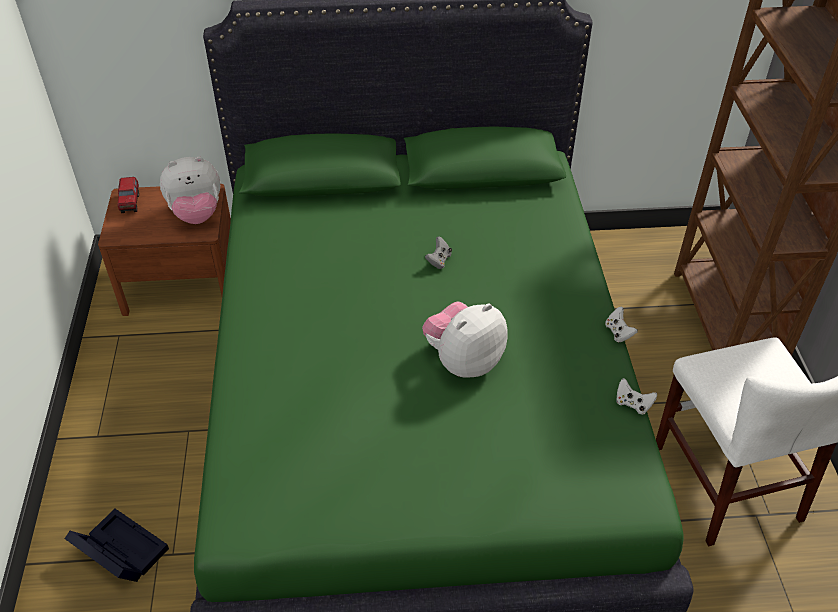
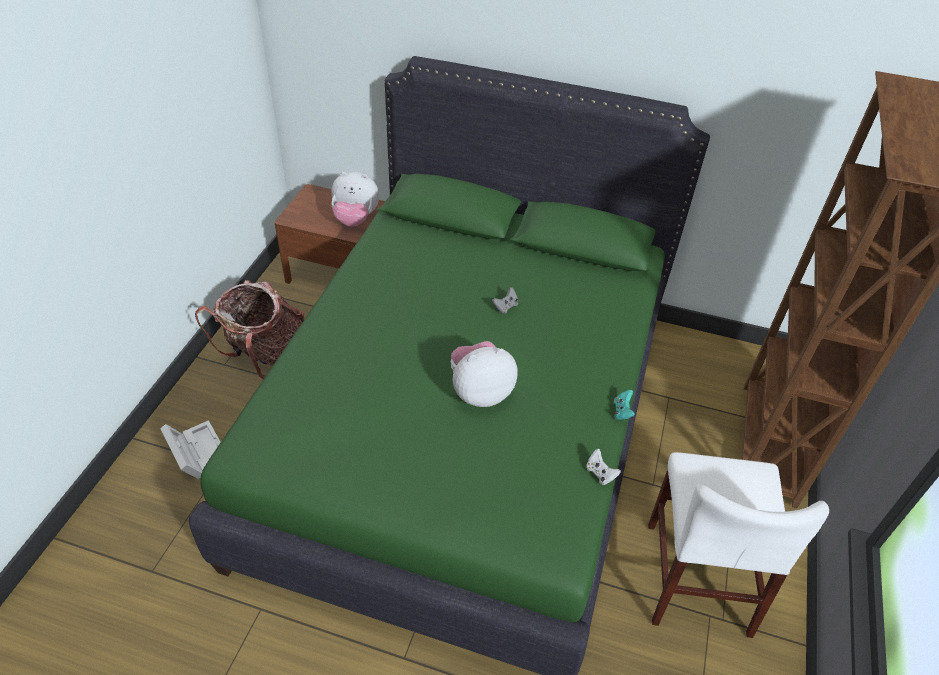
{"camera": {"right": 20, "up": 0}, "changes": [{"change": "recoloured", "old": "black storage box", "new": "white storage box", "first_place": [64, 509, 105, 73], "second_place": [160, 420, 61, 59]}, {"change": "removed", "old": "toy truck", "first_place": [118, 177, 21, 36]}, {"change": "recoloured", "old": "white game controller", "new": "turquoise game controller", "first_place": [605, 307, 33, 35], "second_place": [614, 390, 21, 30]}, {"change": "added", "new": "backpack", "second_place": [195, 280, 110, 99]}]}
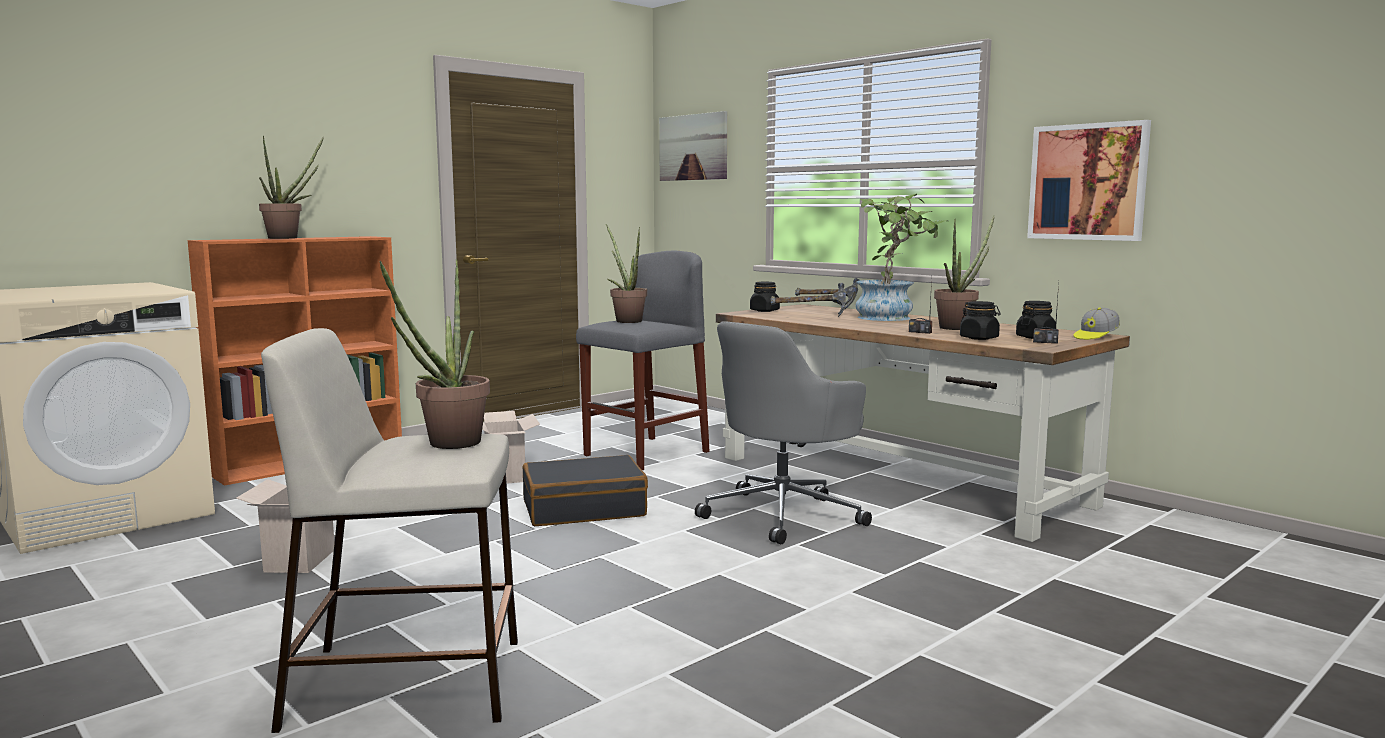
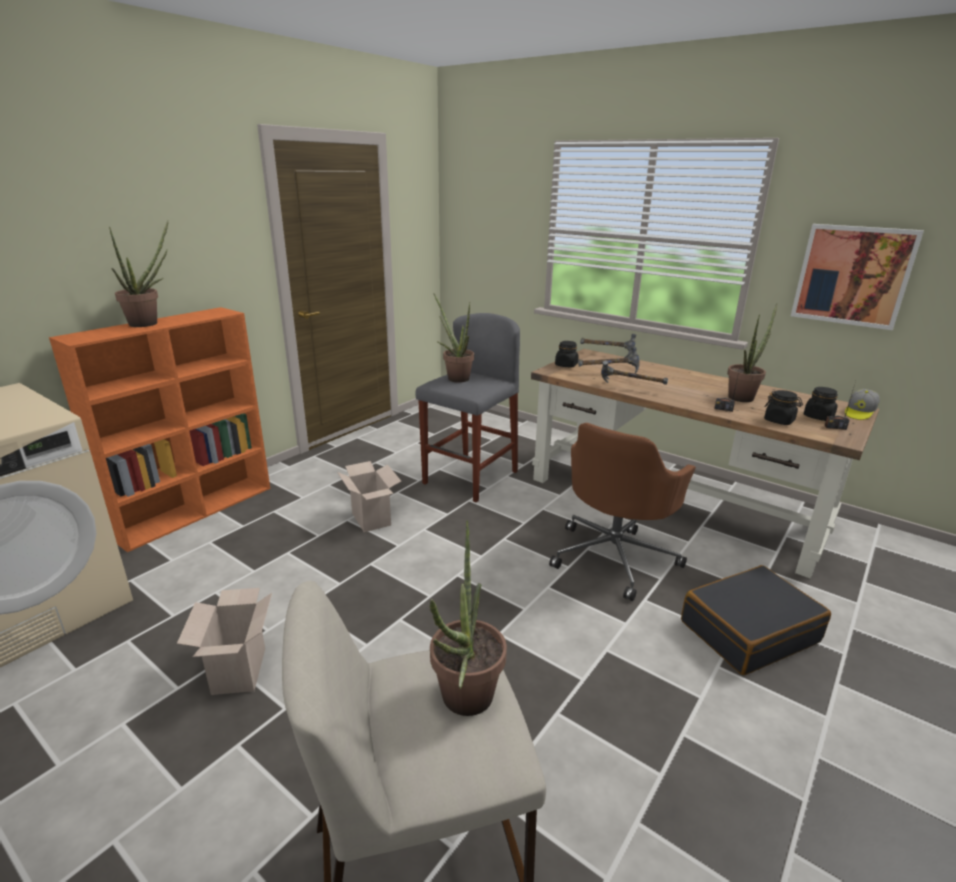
{"camera": {"right": -10, "up": 15}, "changes": [{"change": "moved", "old": "black suitcase", "first_place": [523, 455, 125, 71], "second_place": [681, 565, 150, 110]}, {"change": "removed", "old": "picture", "first_place": [659, 111, 68, 70]}, {"change": "recoloured", "old": "grey office chair", "new": "brown office chair", "first_place": [695, 321, 177, 223], "second_place": [549, 423, 147, 178]}, {"change": "removed", "old": "potted plant", "first_place": [855, 194, 93, 127]}, {"change": "added", "new": "hammer", "second_place": [601, 360, 67, 25]}]}
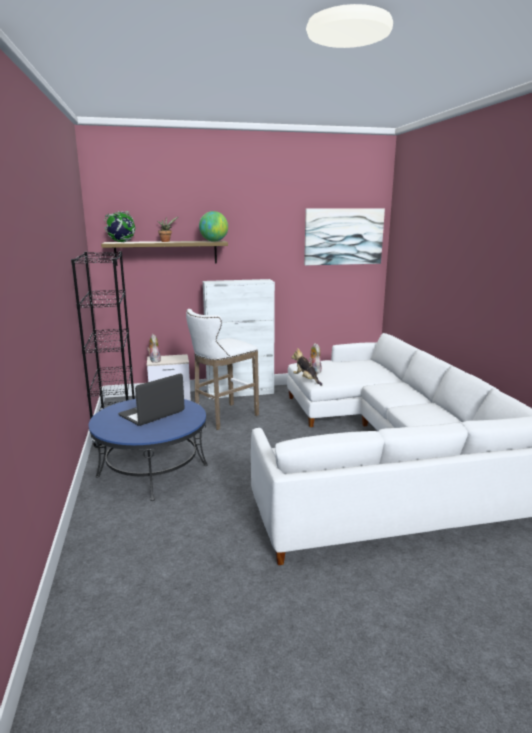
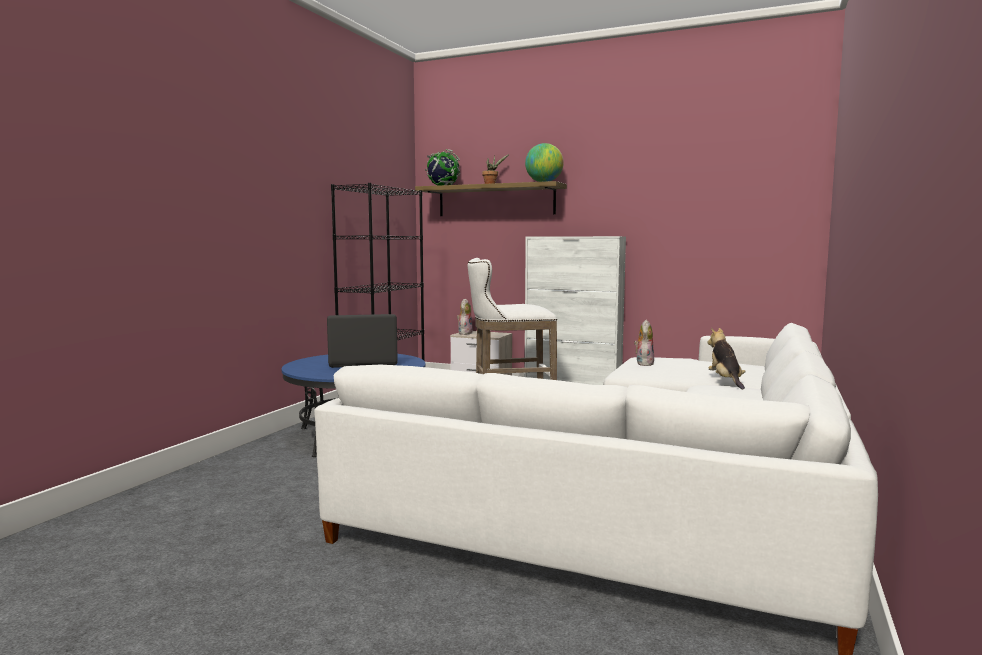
{"camera": {"right": 35, "up": -10}, "changes": [{"change": "moved", "old": "plush toy", "first_place": [291, 348, 31, 38], "second_place": [708, 328, 38, 61]}, {"change": "removed", "old": "picture", "first_place": [304, 208, 81, 57]}]}
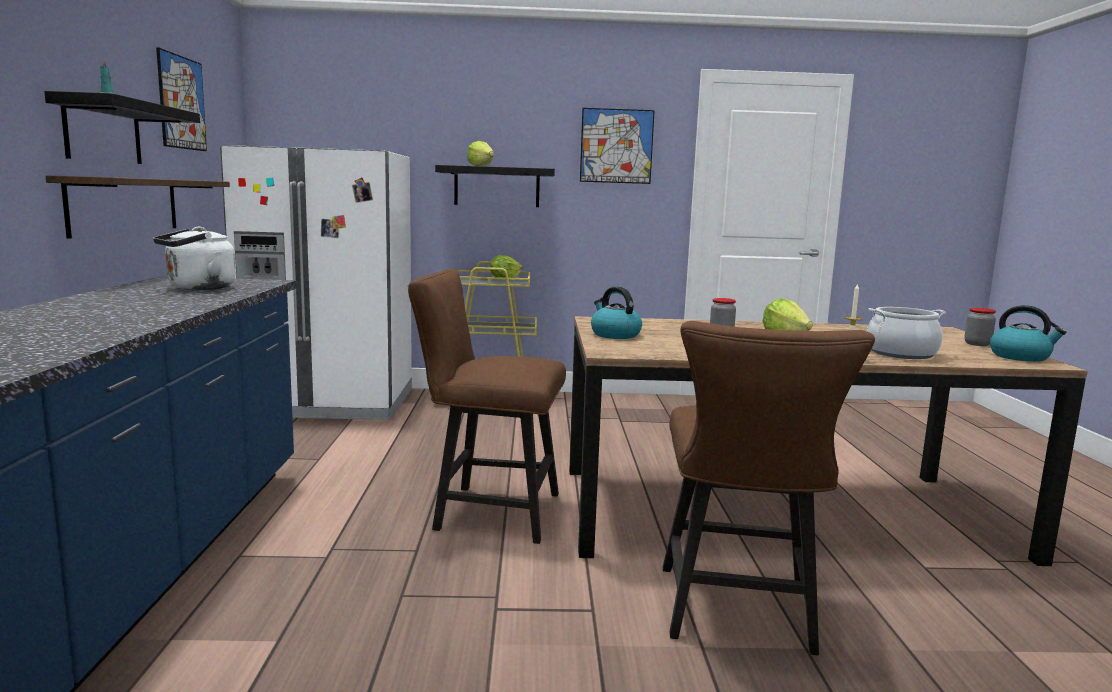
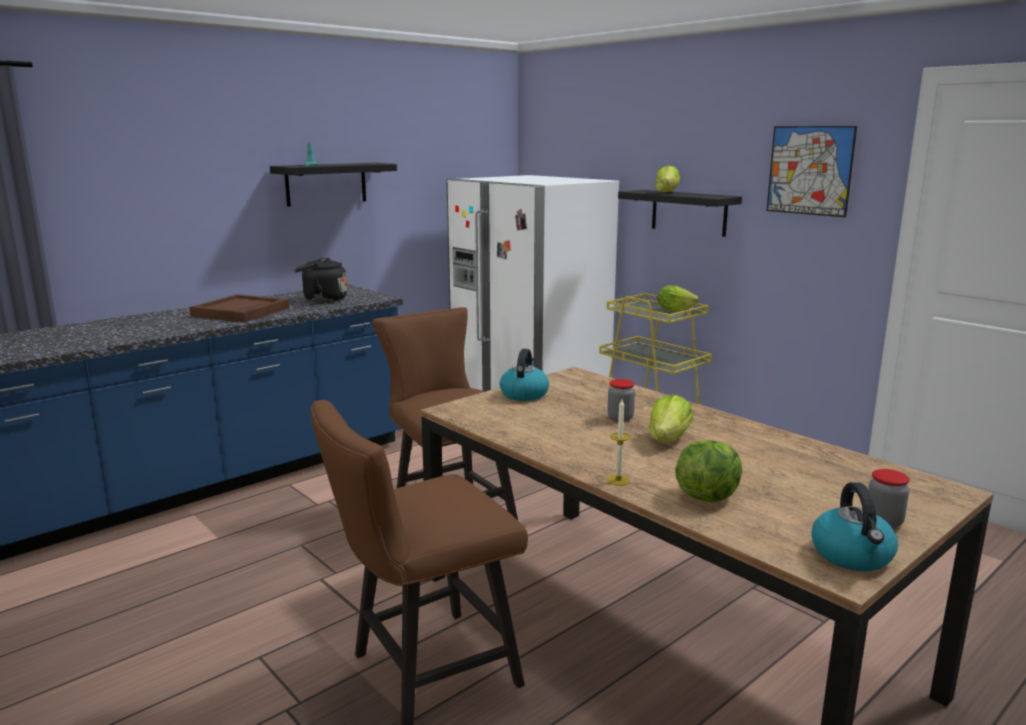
{"camera": {"right": 50, "up": 5}, "changes": [{"change": "removed", "old": "shelf", "first_place": [45, 175, 185, 64]}, {"change": "recoloured", "old": "white kettle", "new": "black kettle", "first_place": [153, 227, 83, 63], "second_place": [294, 257, 53, 45]}, {"change": "removed", "old": "picture", "first_place": [156, 47, 51, 104]}, {"change": "replaced", "old": "cooking pot", "new": "lettuce", "first_place": [867, 307, 79, 52], "second_place": [675, 440, 67, 62]}, {"change": "added", "new": "brown tray", "second_place": [190, 294, 99, 28]}]}
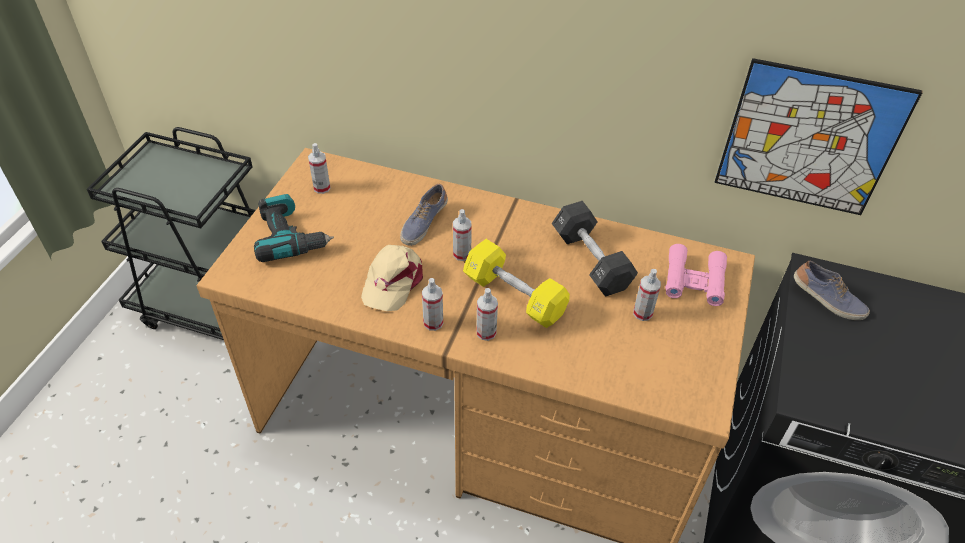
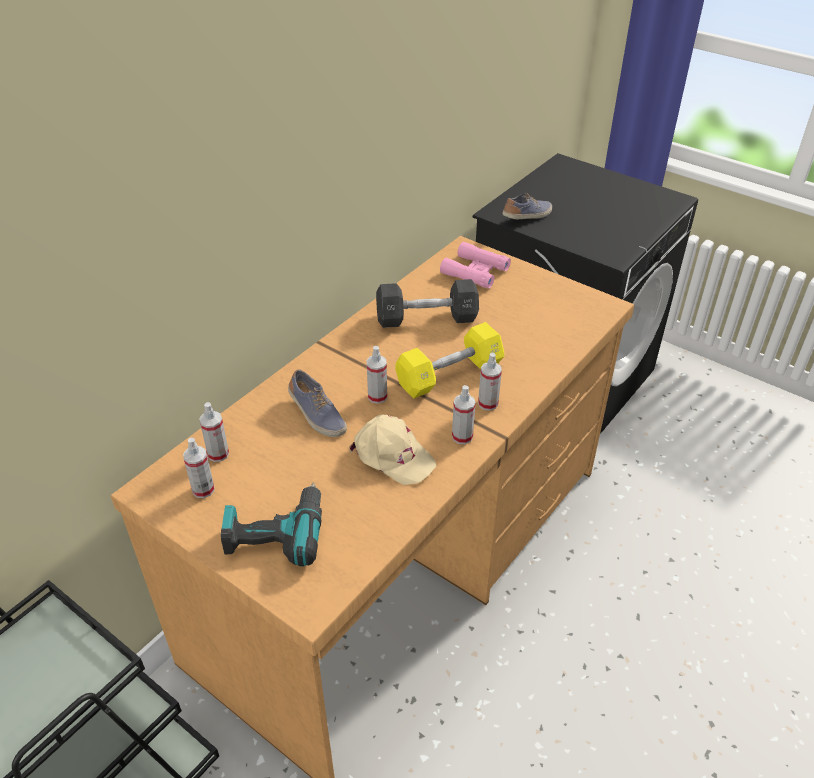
{"camera": {"right": -70, "up": -5}, "changes": [{"change": "moved", "old": "spray bottle", "first_place": [633, 269, 28, 52], "second_place": [199, 402, 30, 60]}, {"change": "removed", "old": "picture", "first_place": [714, 58, 209, 157]}]}
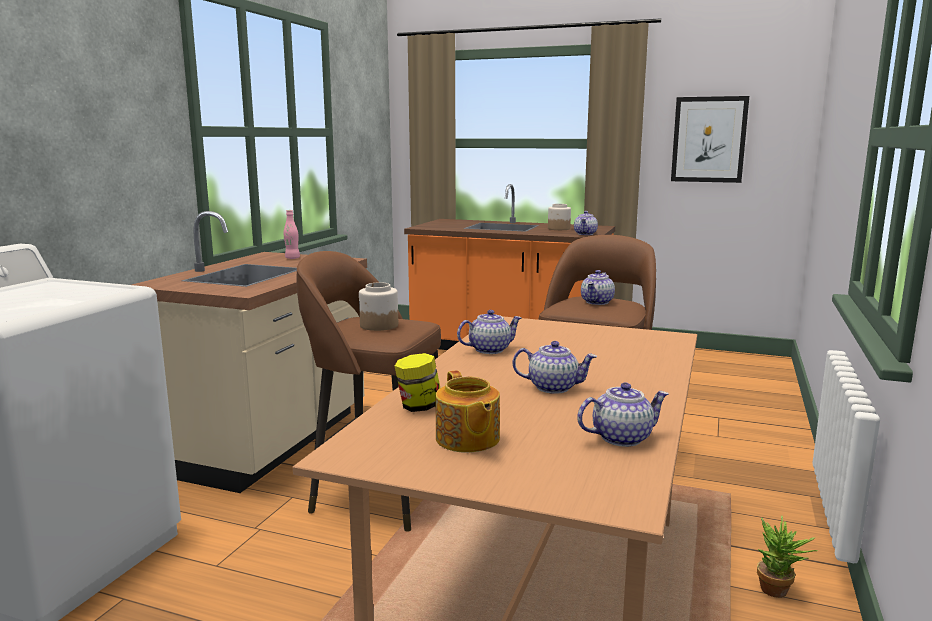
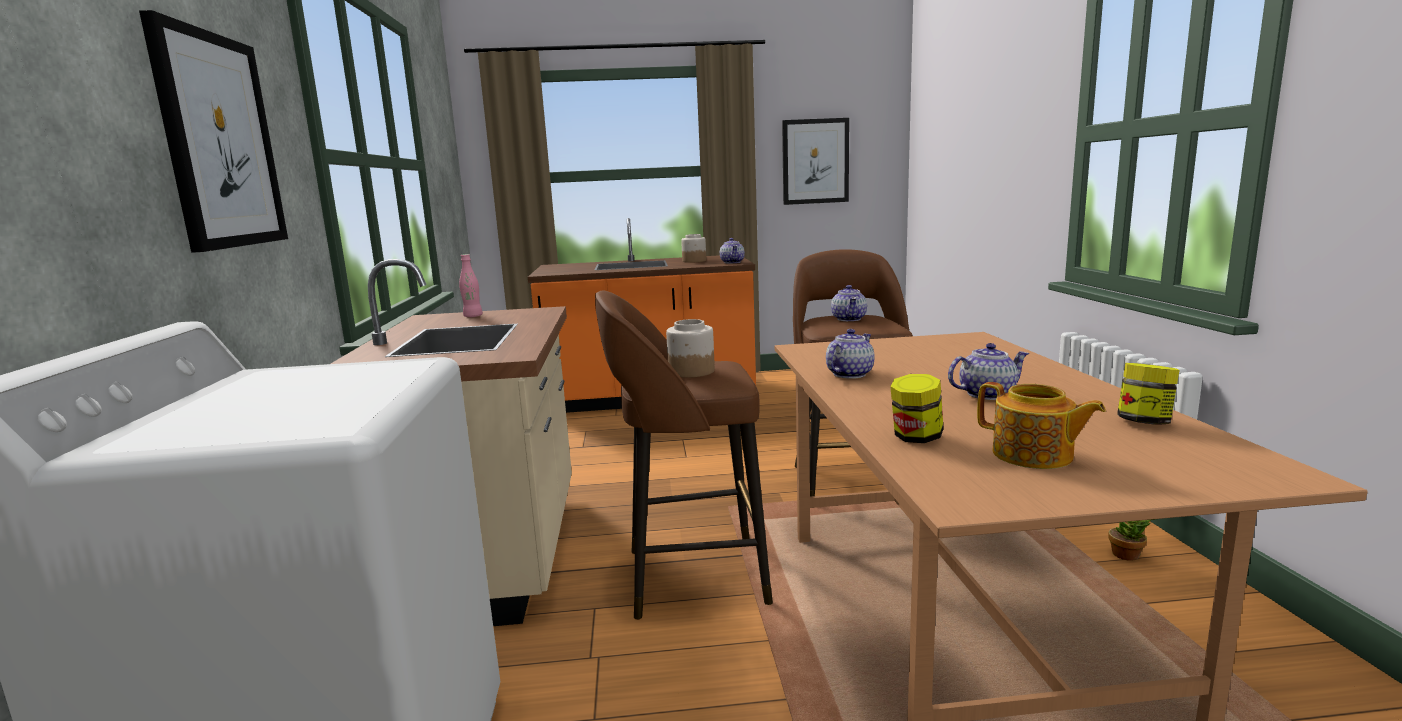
{"camera": {"right": -25, "up": 0}, "changes": [{"change": "replaced", "old": "teapot", "new": "jar", "first_place": [577, 383, 92, 64], "second_place": [1117, 363, 62, 61]}, {"change": "added", "new": "picture", "second_place": [139, 10, 149, 243]}]}
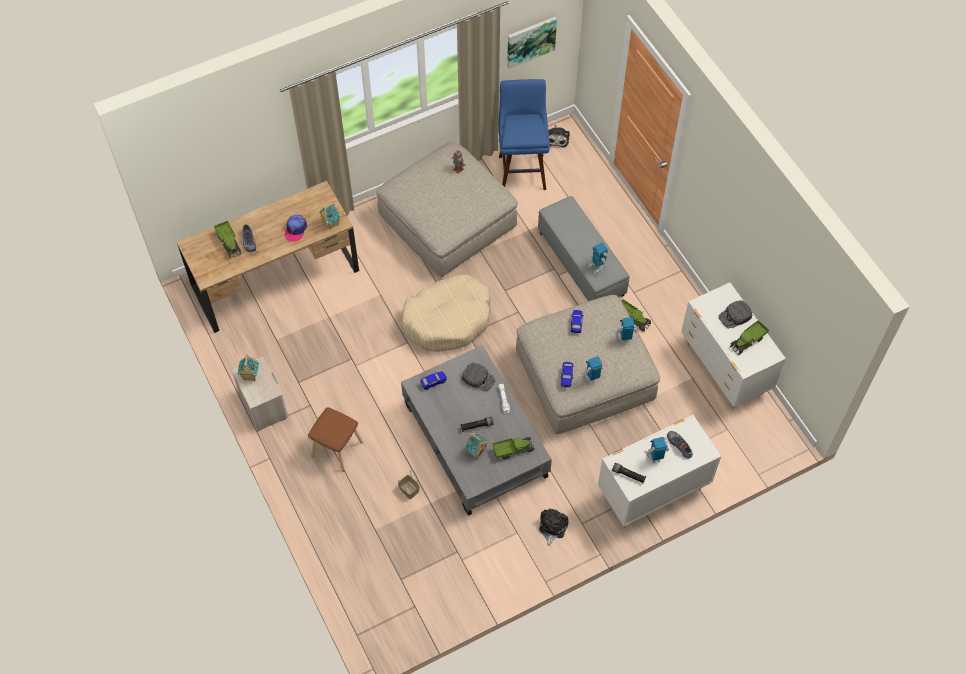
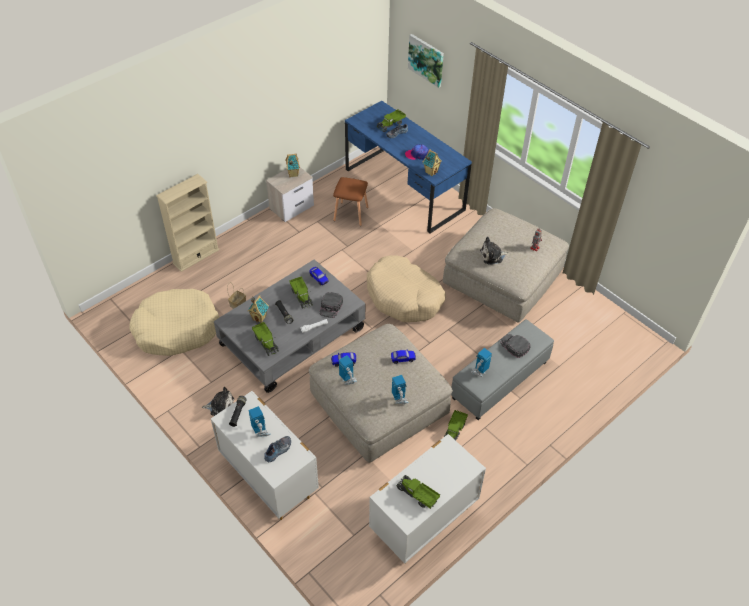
{"camera": {"right": 75, "up": -10}, "changes": [{"change": "recoloured", "old": "brown desk", "new": "blue desk", "first_place": [177, 181, 182, 152], "second_place": [345, 101, 127, 133]}, {"change": "moved", "old": "brown stool", "first_place": [308, 407, 55, 65], "second_place": [333, 177, 35, 49]}, {"change": "removed", "old": "blue stool", "first_place": [499, 79, 51, 111]}, {"change": "moved", "old": "picture", "first_place": [507, 17, 50, 52], "second_place": [408, 34, 36, 54]}, {"change": "moved", "old": "plush toy", "first_place": [548, 125, 22, 23], "second_place": [480, 237, 28, 28]}, {"change": "moved", "old": "black cap", "first_place": [718, 300, 35, 29], "second_place": [500, 334, 31, 24]}, {"change": "added", "new": "beige dog bed", "second_place": [129, 289, 91, 67]}, {"change": "added", "new": "beige bookcase", "second_place": [156, 174, 64, 98]}, {"change": "added", "new": "toy truck", "second_place": [289, 276, 24, 33]}]}
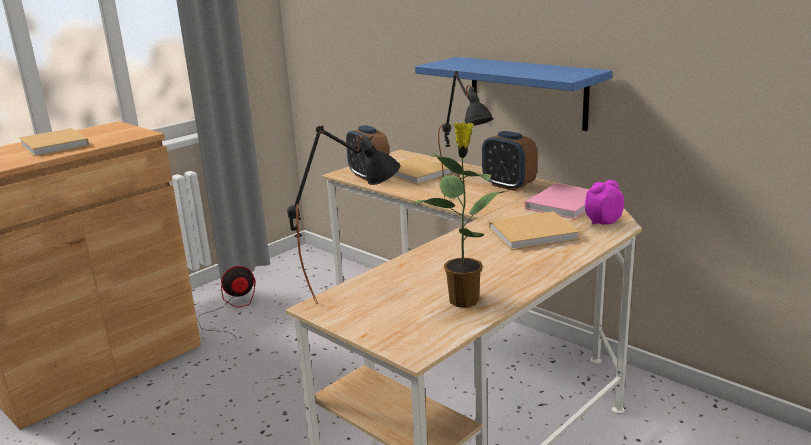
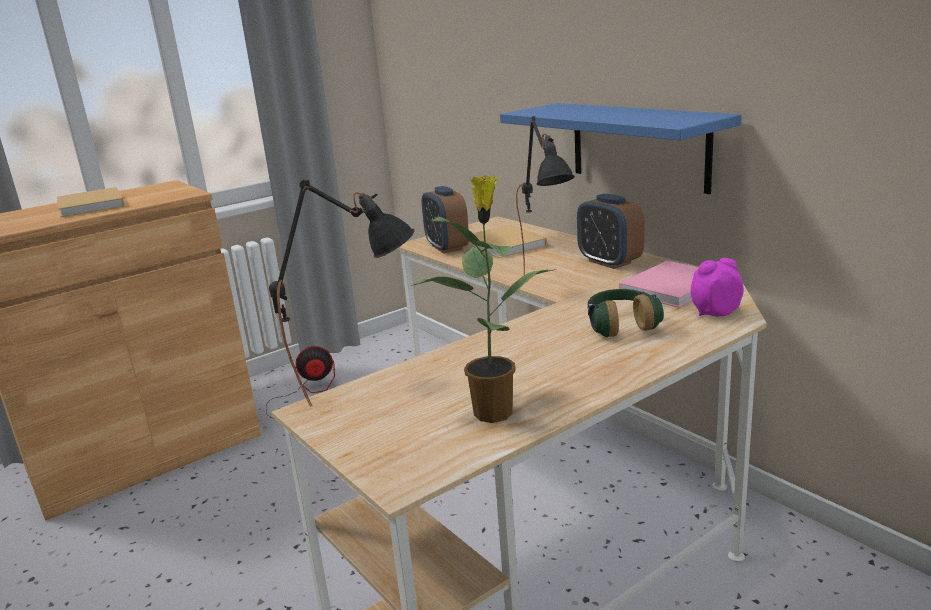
{"camera": {"right": 10, "up": 0}, "changes": [{"change": "replaced", "old": "beige book", "new": "headphones", "first_place": [489, 211, 91, 39], "second_place": [588, 289, 76, 48]}]}
